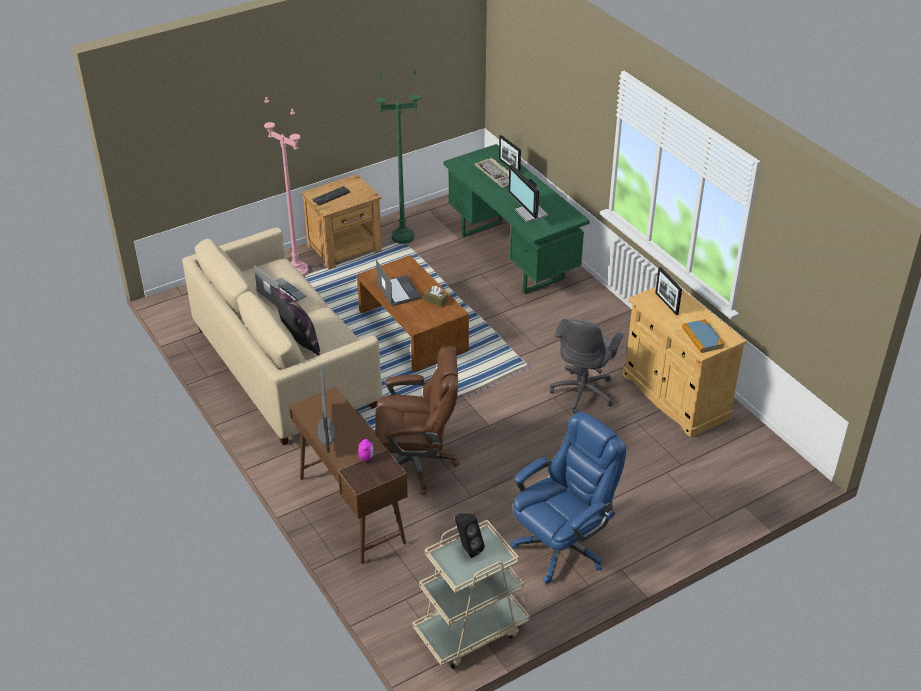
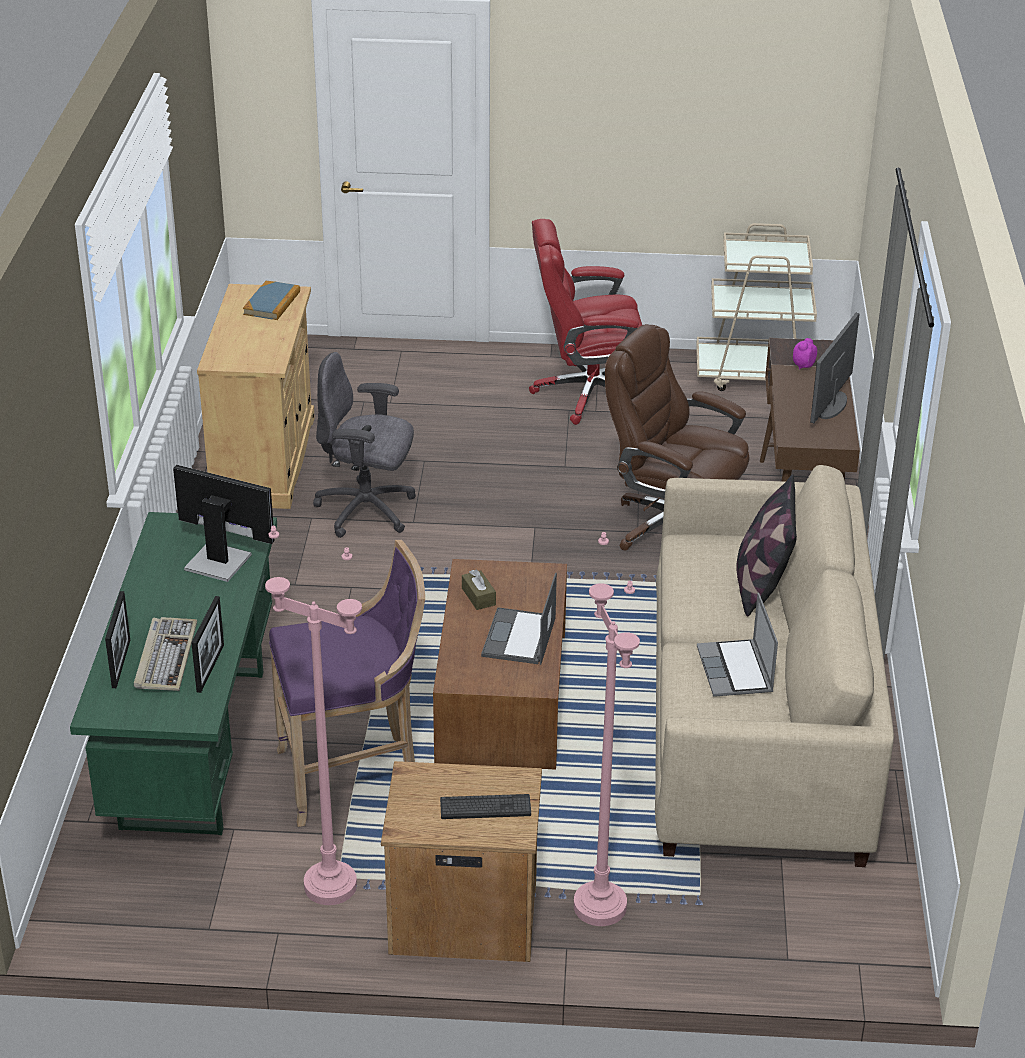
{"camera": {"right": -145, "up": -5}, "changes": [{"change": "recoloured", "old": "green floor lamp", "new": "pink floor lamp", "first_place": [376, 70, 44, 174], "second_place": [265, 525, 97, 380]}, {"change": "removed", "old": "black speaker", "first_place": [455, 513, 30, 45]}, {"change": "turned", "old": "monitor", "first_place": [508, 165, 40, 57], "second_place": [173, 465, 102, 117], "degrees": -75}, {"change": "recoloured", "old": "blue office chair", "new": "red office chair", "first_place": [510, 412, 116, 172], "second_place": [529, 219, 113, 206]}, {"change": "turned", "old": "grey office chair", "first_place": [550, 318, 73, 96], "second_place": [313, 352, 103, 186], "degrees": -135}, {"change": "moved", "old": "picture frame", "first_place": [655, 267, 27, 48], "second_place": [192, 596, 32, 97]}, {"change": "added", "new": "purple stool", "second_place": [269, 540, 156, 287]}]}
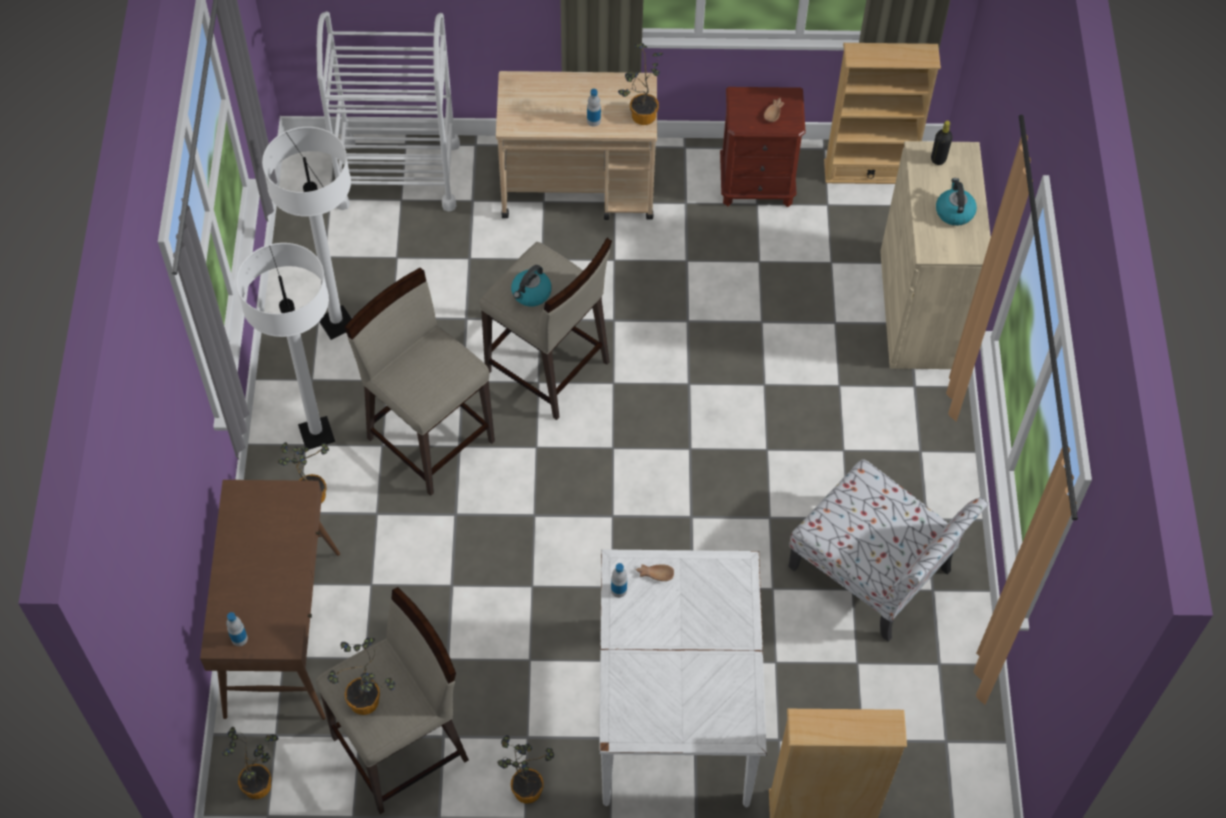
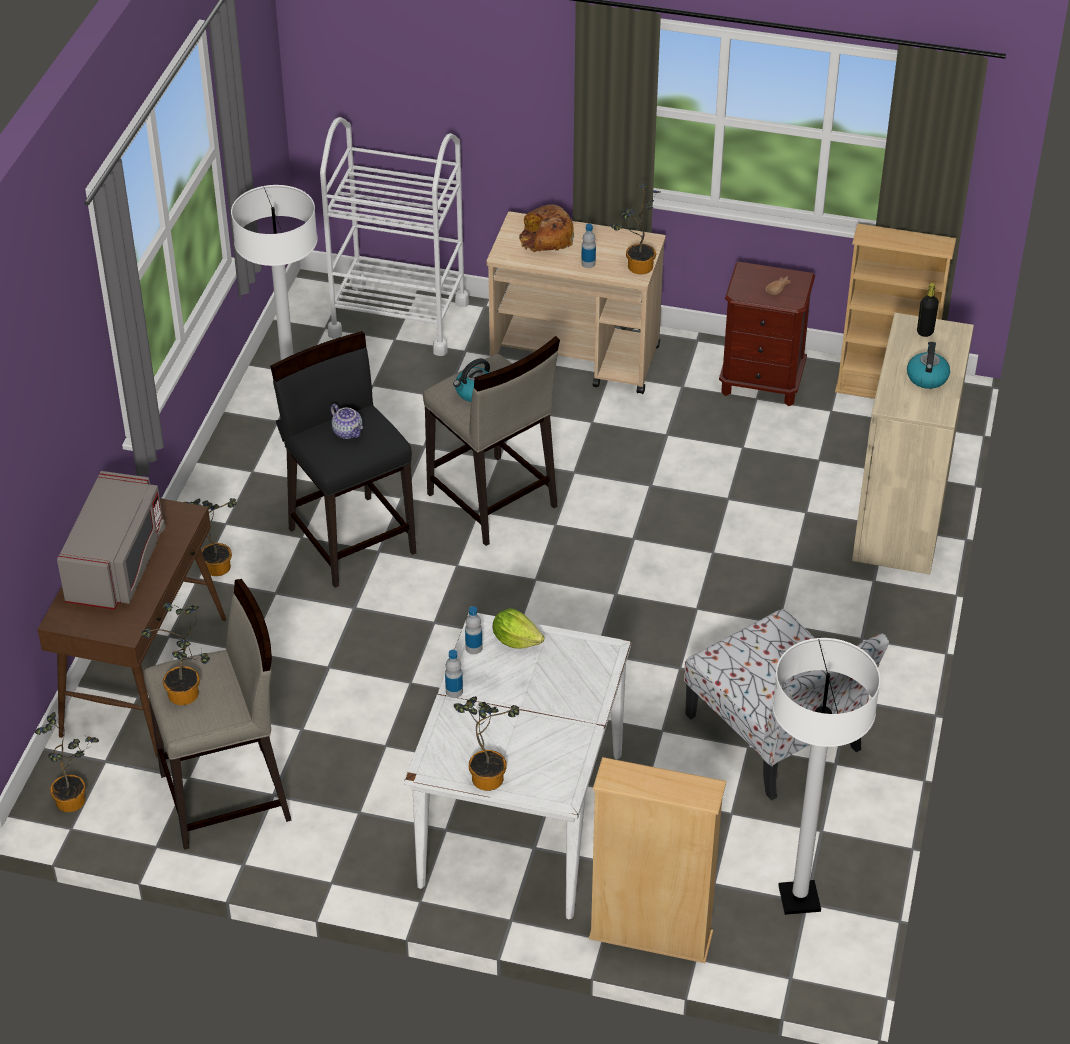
{"camera": {"right": 15, "up": -15}, "changes": [{"change": "moved", "old": "bottle", "first_place": [226, 612, 22, 34], "second_place": [445, 650, 18, 48]}, {"change": "moved", "old": "white floor lamp", "first_place": [236, 243, 99, 206], "second_place": [772, 638, 108, 277]}, {"change": "recoloured", "old": "beige stool", "new": "black stool", "first_place": [344, 268, 151, 228], "second_place": [270, 331, 146, 256]}, {"change": "moved", "old": "potted plant", "first_place": [497, 735, 57, 69], "second_place": [454, 696, 65, 95]}, {"change": "replaced", "old": "brown bowl", "new": "lettuce", "first_place": [635, 564, 39, 17], "second_place": [492, 608, 53, 41]}, {"change": "added", "new": "grey microwave", "second_place": [57, 471, 109, 139]}, {"change": "added", "new": "teapot", "second_place": [331, 404, 32, 35]}, {"change": "added", "new": "bread", "second_place": [519, 204, 55, 48]}]}
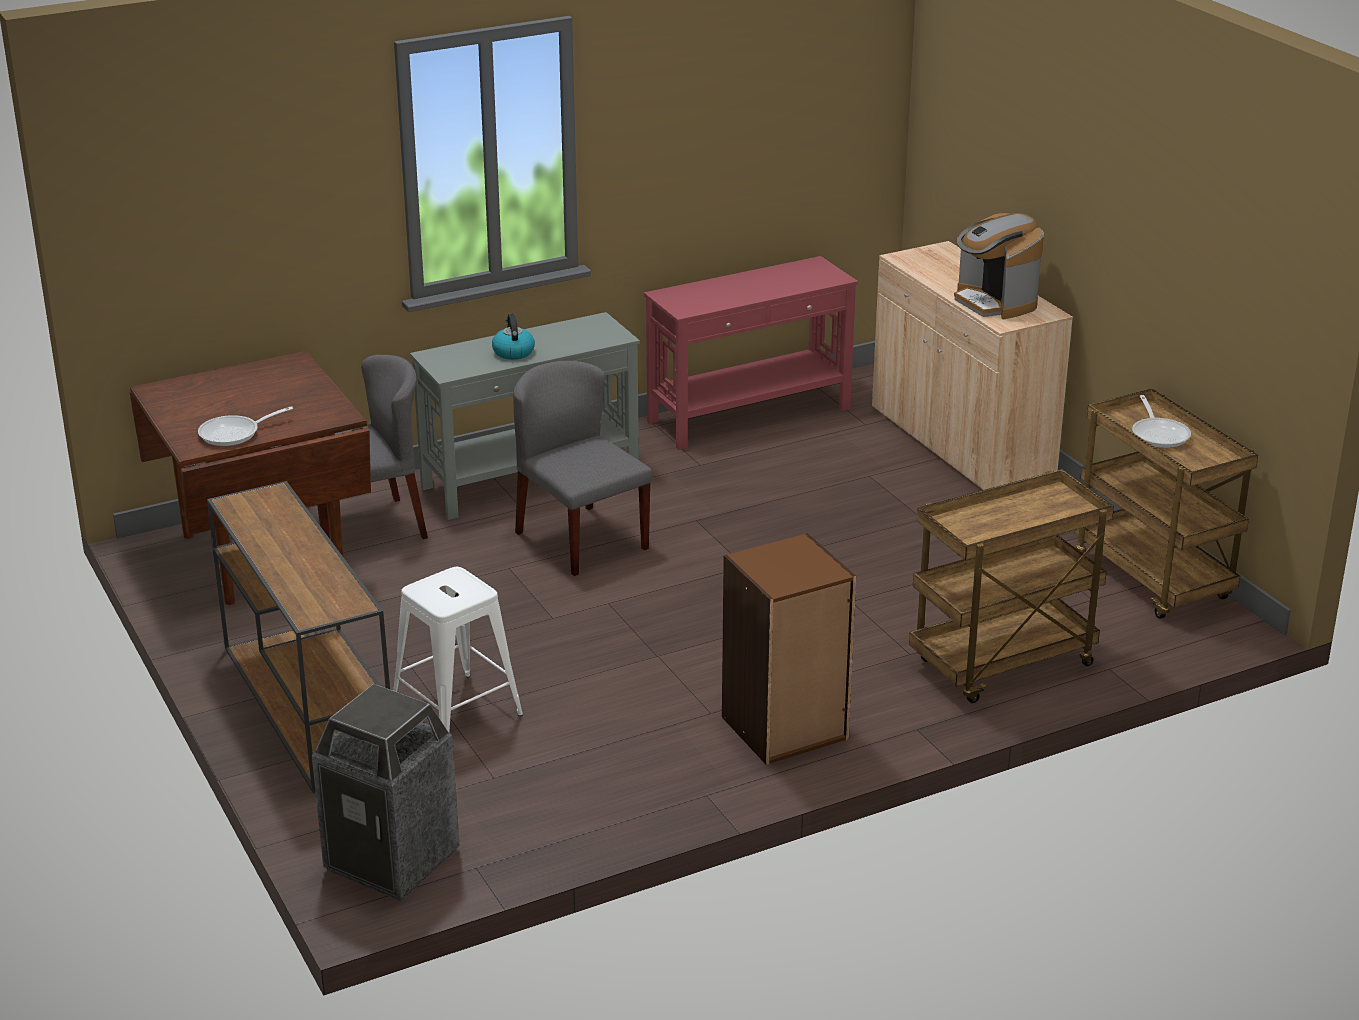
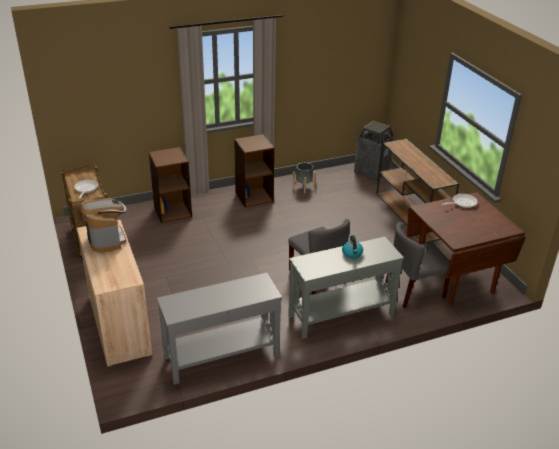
{"camera": {"right": -175, "up": 5}, "changes": [{"change": "removed", "old": "white stool", "first_place": [393, 567, 130, 165]}, {"change": "recoloured", "old": "red console table", "new": "grey console table", "first_place": [644, 256, 214, 194], "second_place": [157, 273, 125, 112]}, {"change": "replaced", "old": "brown cart", "new": "brown bookcase", "first_place": [909, 469, 205, 234], "second_place": [149, 147, 43, 76]}, {"change": "added", "new": "grey planter", "second_place": [293, 163, 23, 30]}]}
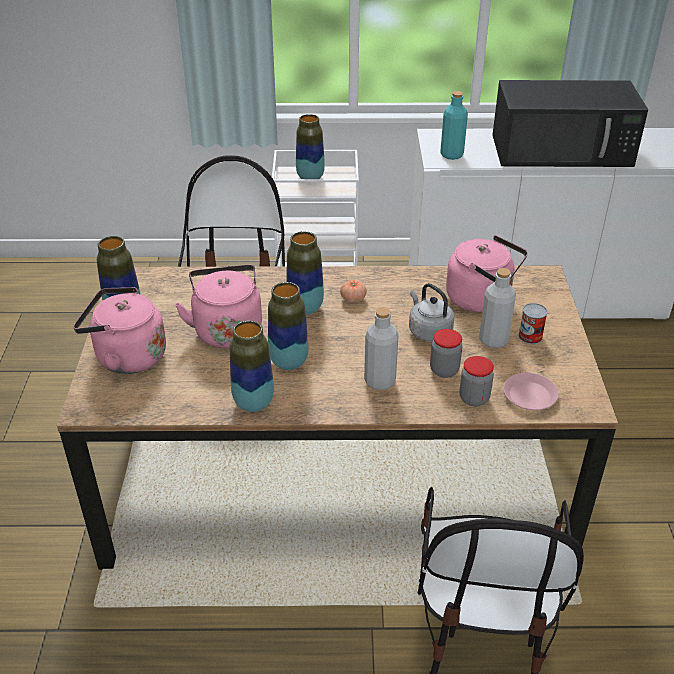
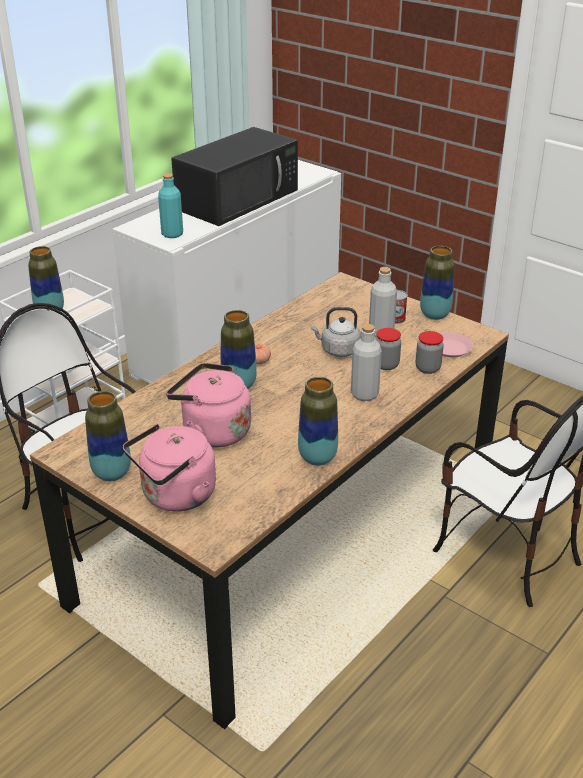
{"camera": {"right": -50, "up": -5}, "changes": [{"change": "moved", "old": "vase", "first_place": [268, 282, 40, 88], "second_place": [420, 246, 35, 74]}, {"change": "removed", "old": "pink kettle", "first_place": [446, 235, 82, 77]}]}
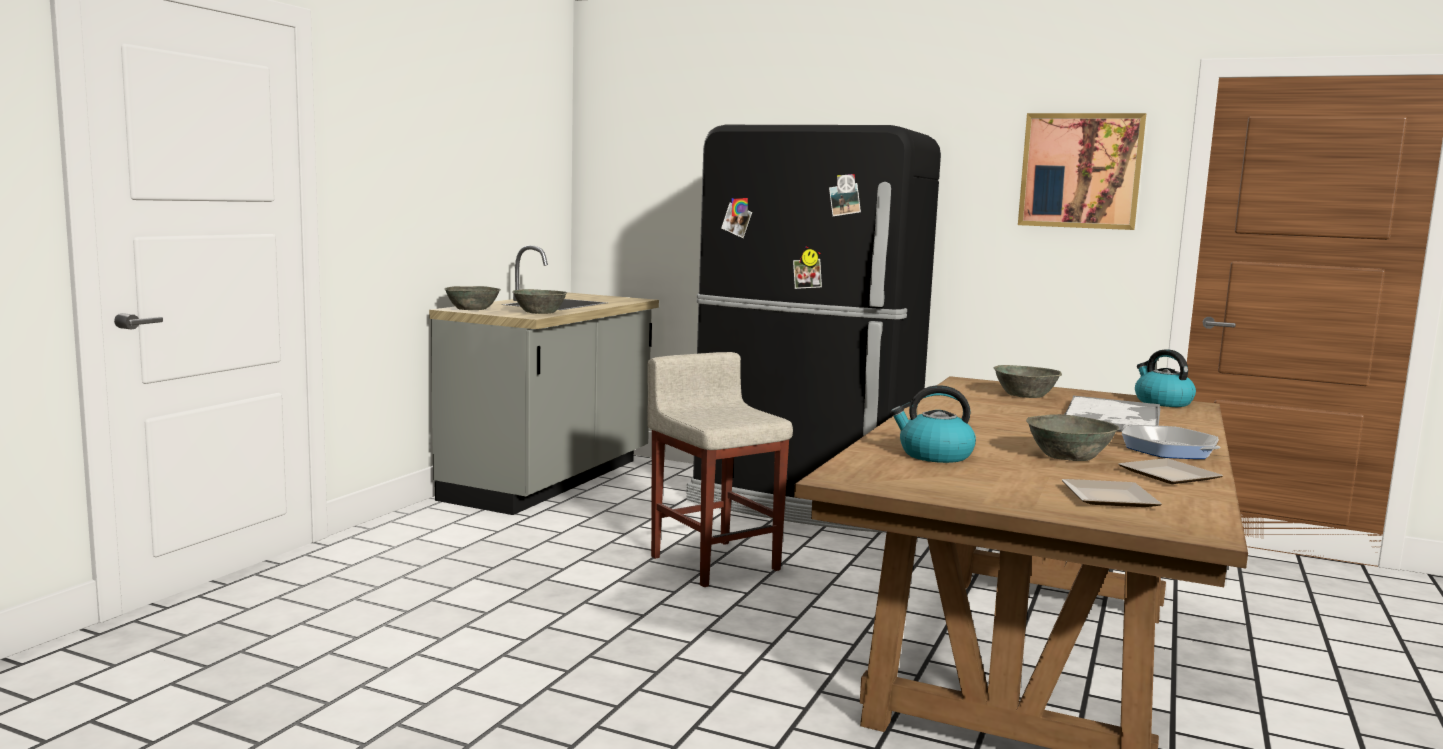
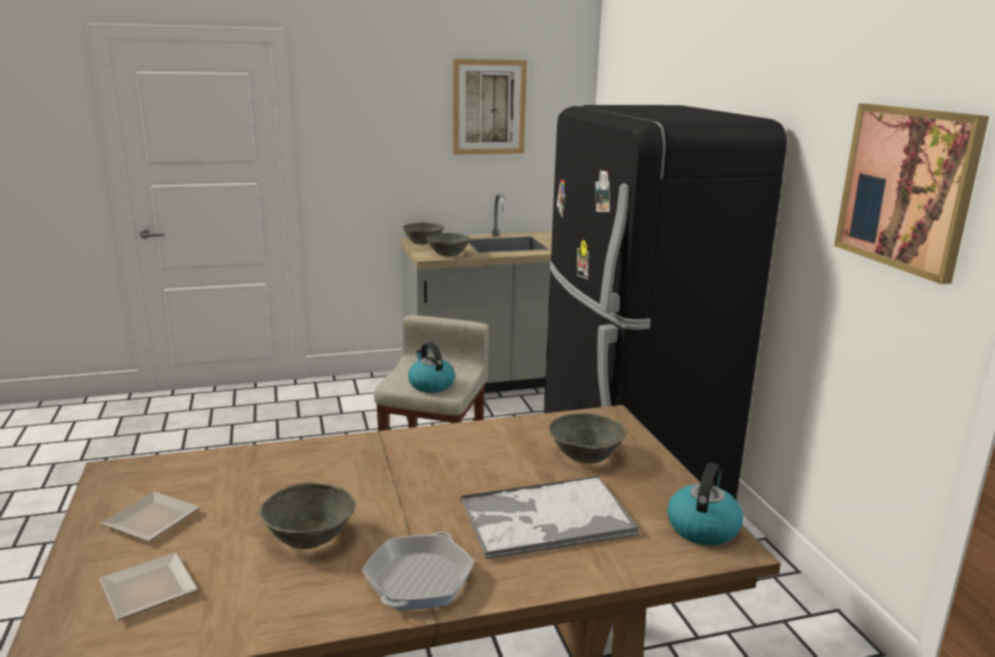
{"camera": {"right": 50, "up": 10}, "changes": [{"change": "moved", "old": "kettle", "first_place": [890, 385, 86, 78], "second_place": [408, 342, 47, 51]}, {"change": "moved", "old": "plate", "first_place": [1118, 458, 105, 26], "second_place": [101, 492, 99, 50]}, {"change": "added", "new": "picture", "second_place": [453, 59, 74, 95]}]}
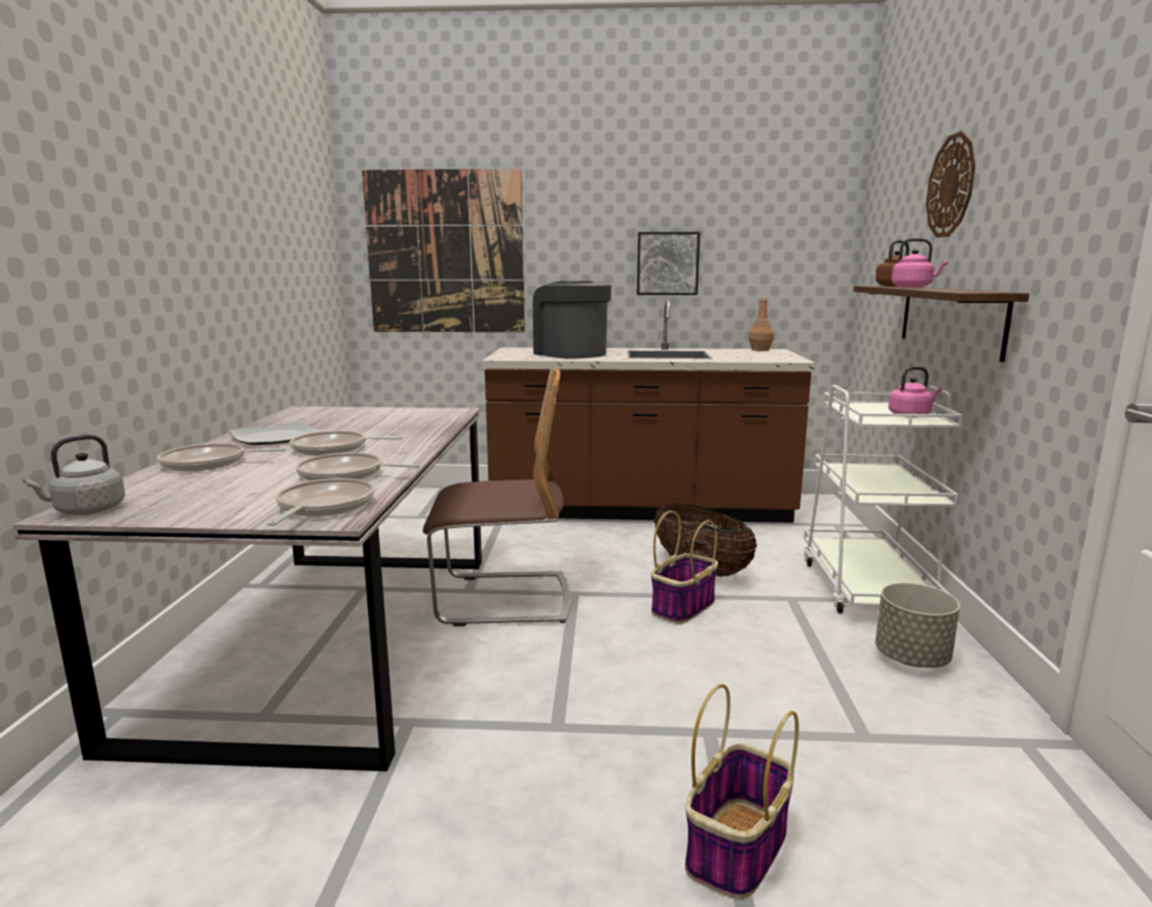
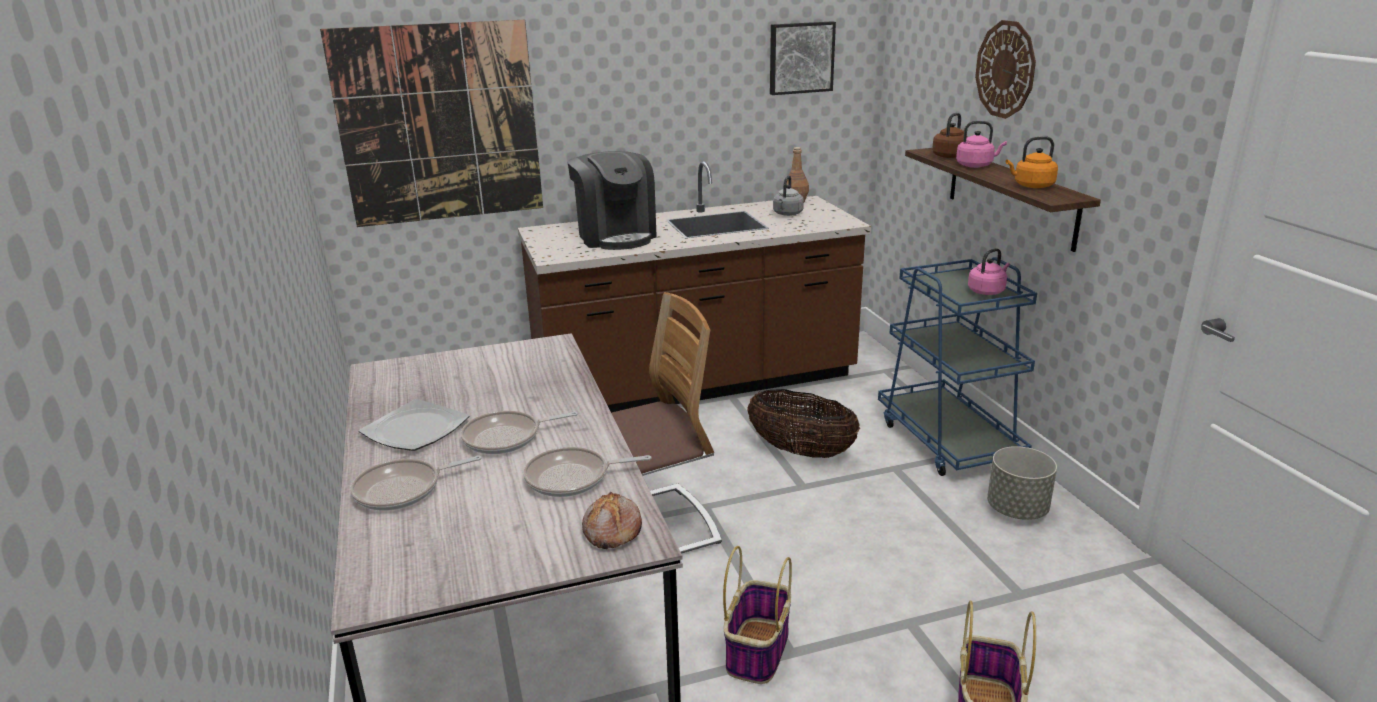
{"camera": {"right": -20, "up": 10}, "changes": [{"change": "moved", "old": "grey kettle", "first_place": [23, 435, 102, 80], "second_place": [773, 175, 31, 41]}, {"change": "replaced", "old": "frying pan", "new": "bread", "first_place": [267, 478, 108, 48], "second_place": [582, 492, 60, 57]}, {"change": "turned", "old": "coffee machine", "first_place": [533, 281, 79, 77], "second_place": [567, 151, 90, 99], "degrees": -150}, {"change": "moved", "old": "picture", "first_place": [637, 232, 63, 63], "second_place": [770, 21, 66, 74]}, {"change": "moved", "old": "basket", "first_place": [651, 511, 67, 113], "second_place": [723, 546, 69, 138]}, {"change": "recoloured", "old": "white cart", "new": "blue cart", "first_place": [804, 385, 159, 229], "second_place": [878, 257, 159, 219]}, {"change": "added", "new": "orange kettle", "second_place": [1006, 136, 52, 52]}]}
